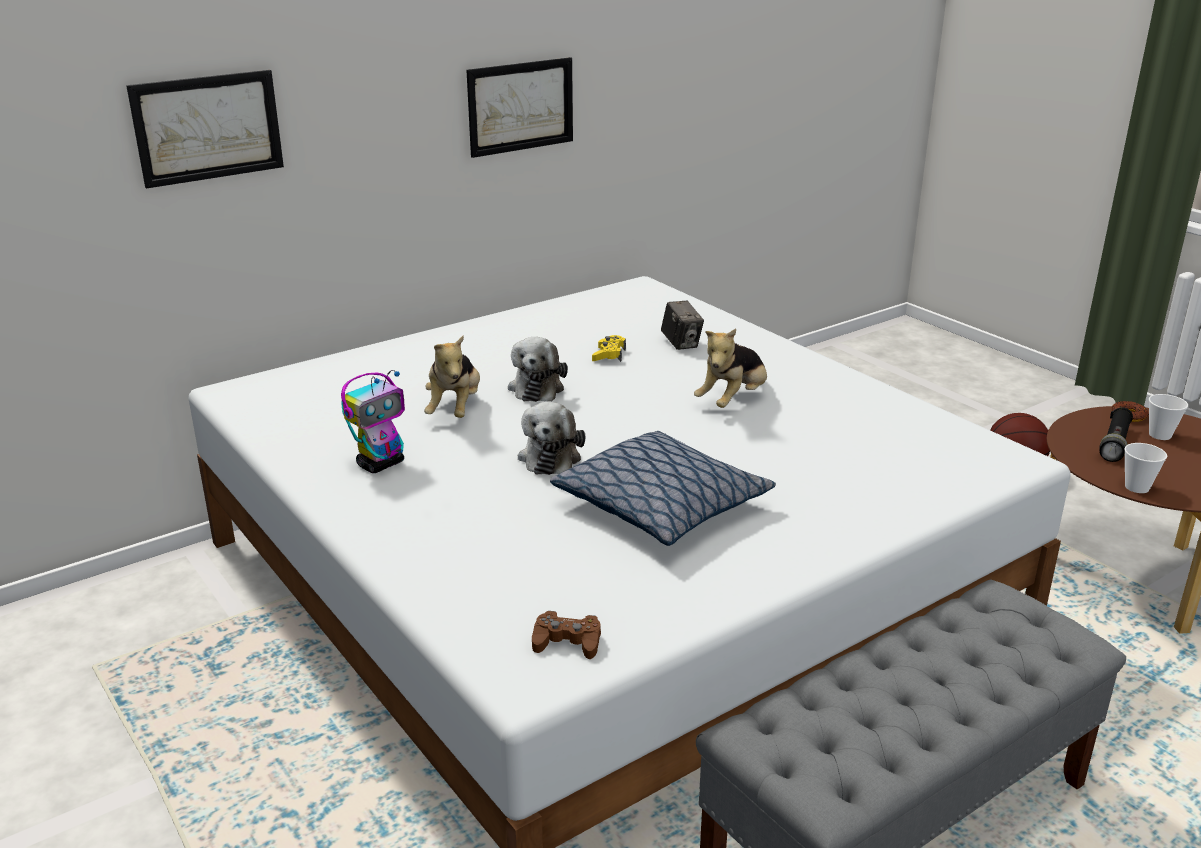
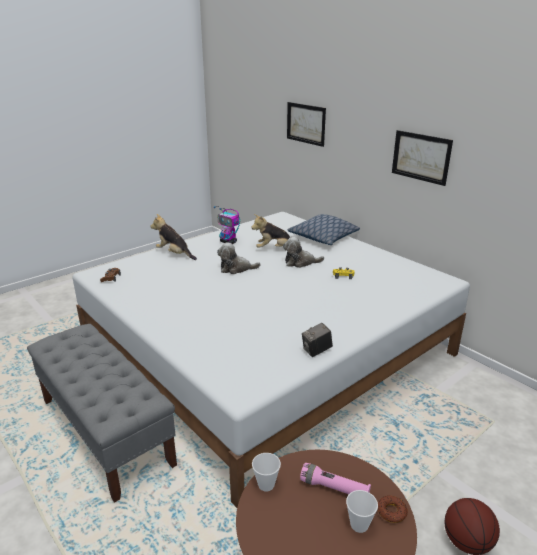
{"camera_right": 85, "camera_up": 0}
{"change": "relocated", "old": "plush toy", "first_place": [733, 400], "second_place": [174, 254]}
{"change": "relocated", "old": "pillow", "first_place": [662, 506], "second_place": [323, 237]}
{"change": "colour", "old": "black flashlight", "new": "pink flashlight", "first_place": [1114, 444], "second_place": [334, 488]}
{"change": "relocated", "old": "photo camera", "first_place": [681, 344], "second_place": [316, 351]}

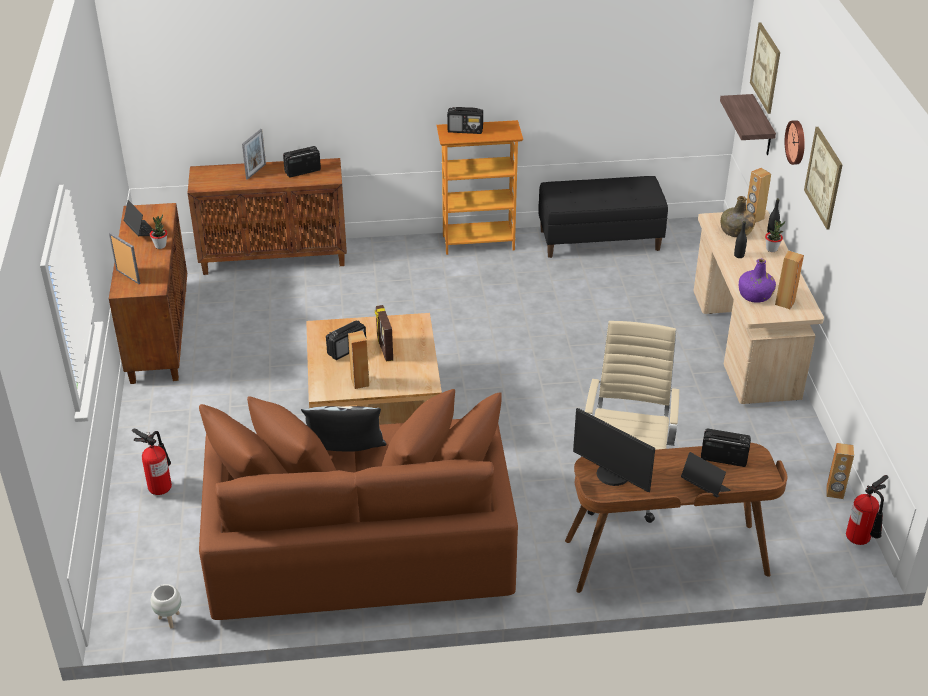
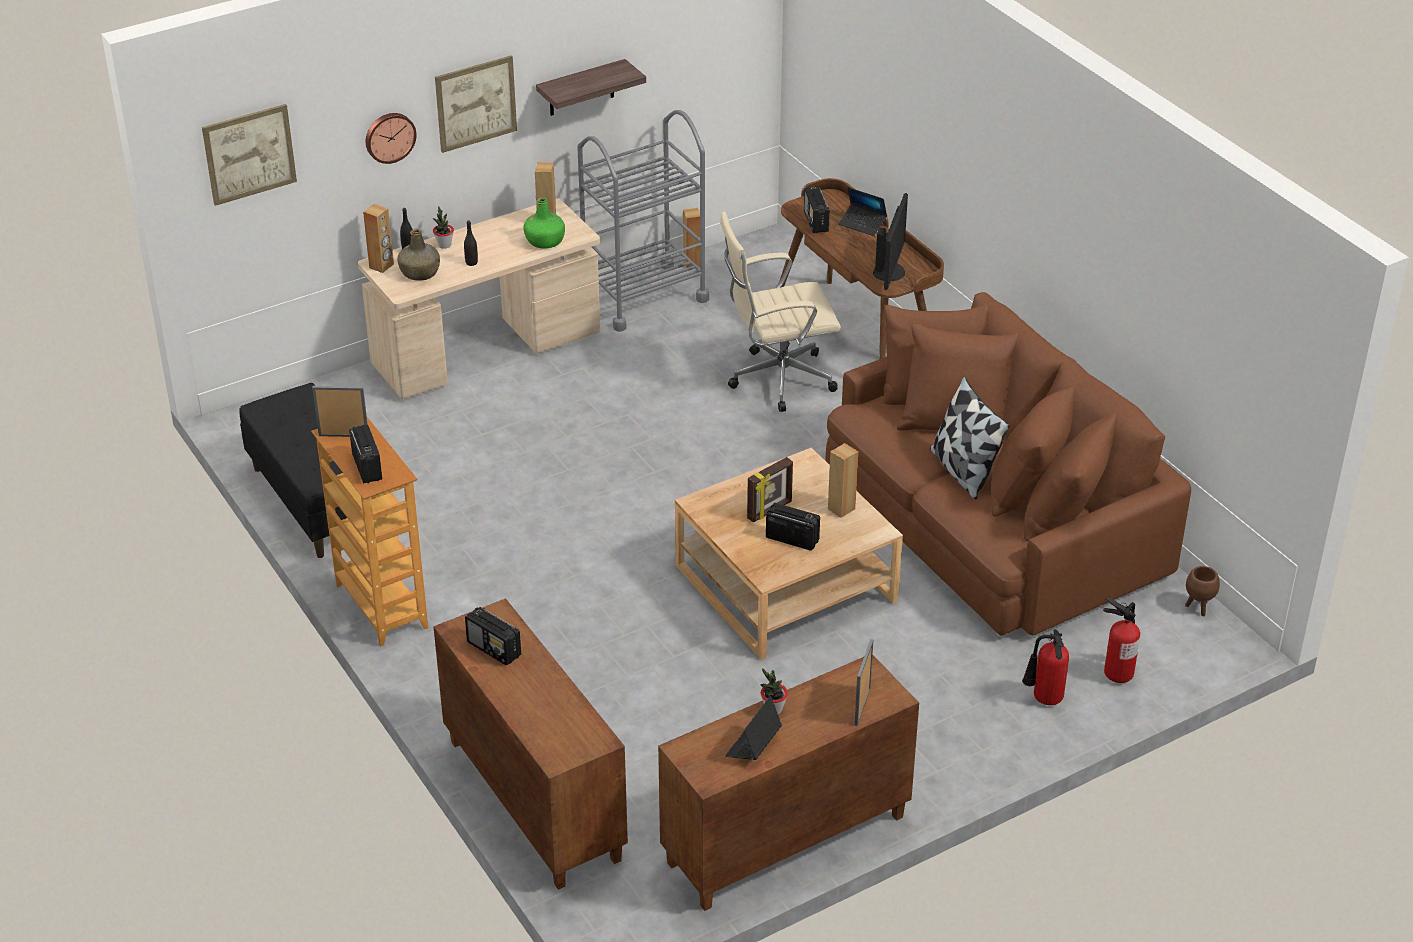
{"camera_right": -115, "camera_up": 0}
{"change": "relocated", "old": "picture frame", "first_place": [256, 171], "second_place": [343, 435]}
{"change": "colour", "old": "purple bottle", "new": "green bottle", "first_place": [755, 295], "second_place": [545, 241]}
{"change": "relocated", "old": "shelf", "first_place": [762, 126], "second_place": [581, 88]}
{"change": "appeared", "new": "grey cart", "second_place": [643, 297]}
{"change": "spun", "old": "laptop", "first_place": [704, 487], "second_place": [862, 224], "degrees": -75}
{"change": "relocated", "old": "fire extinguisher", "first_place": [861, 540], "second_place": [1118, 672]}
{"change": "colour", "old": "white planter", "new": "brown planter", "first_place": [169, 620], "second_place": [1198, 608]}

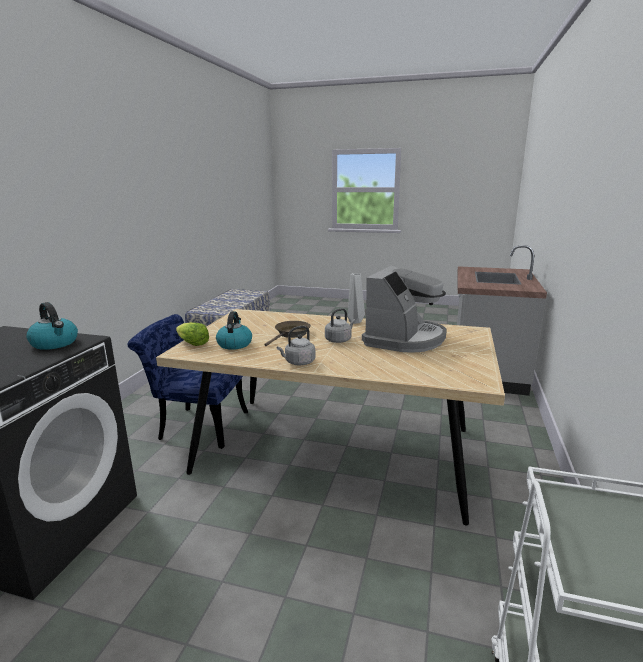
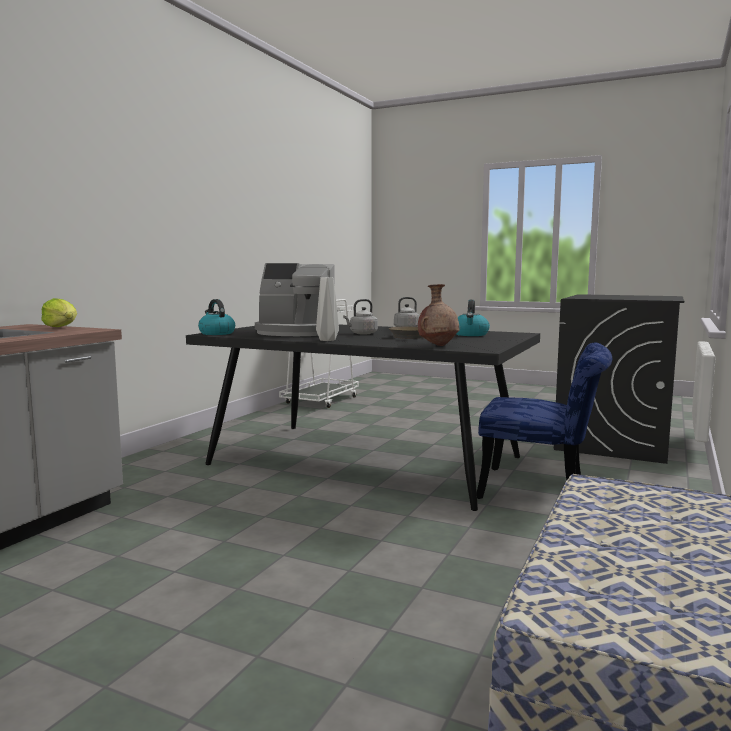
{"camera_right": -170, "camera_up": -10}
{"change": "relocated", "old": "lettuce", "first_place": [192, 343], "second_place": [62, 327]}
{"change": "colour", "old": "beige dining table", "new": "black dining table", "first_place": [337, 450], "second_place": [364, 461]}
{"change": "relocated", "old": "kettle", "first_place": [55, 343], "second_place": [216, 333]}
{"change": "spun", "old": "coffee machine", "first_place": [404, 339], "second_place": [295, 332], "degrees": -120}
{"change": "appeared", "new": "brown vase", "second_place": [438, 345]}

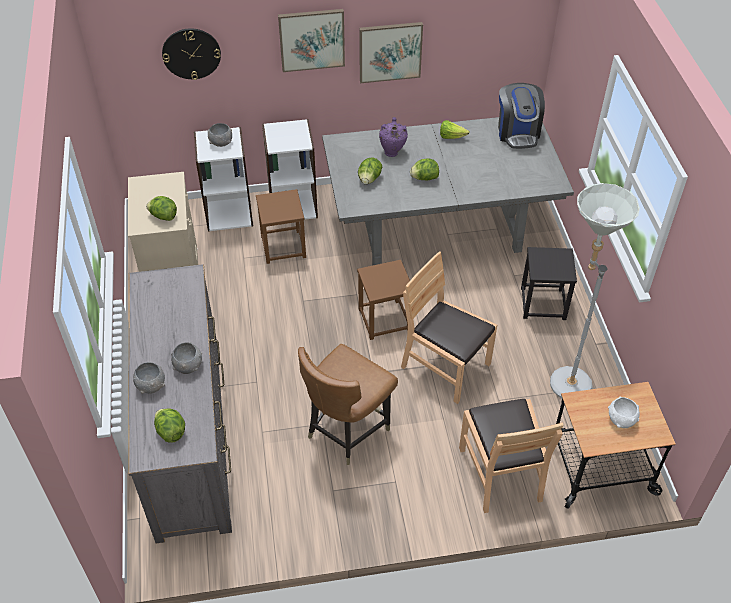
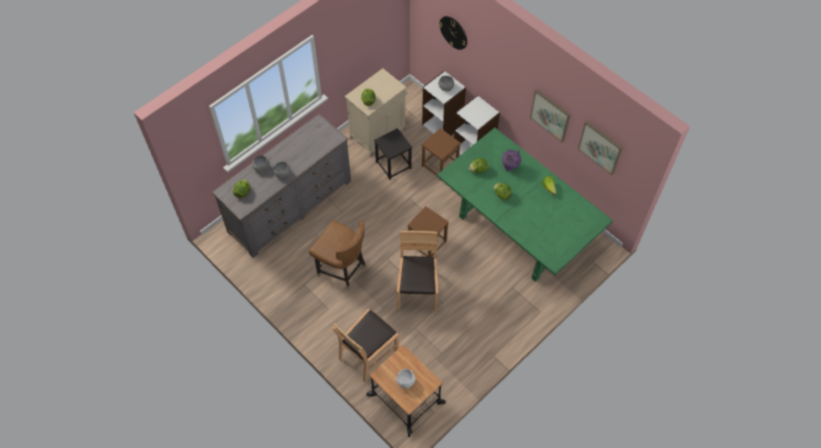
{"camera_right": 55, "camera_up": 10}
{"change": "spun", "old": "brown chair", "first_place": [346, 431], "second_place": [342, 269], "degrees": -150}
{"change": "relocated", "old": "black stool", "first_place": [543, 304], "second_place": [393, 165]}
{"change": "colour", "old": "grey dining table", "new": "green dining table", "first_place": [438, 230], "second_place": [516, 229]}
{"change": "relocated", "old": "picture", "first_place": [312, 39], "second_place": [600, 147]}
{"change": "missing", "old": "coffee machine", "first_place": [518, 132]}
{"change": "missing", "old": "grey floor lamp", "first_place": [565, 377]}

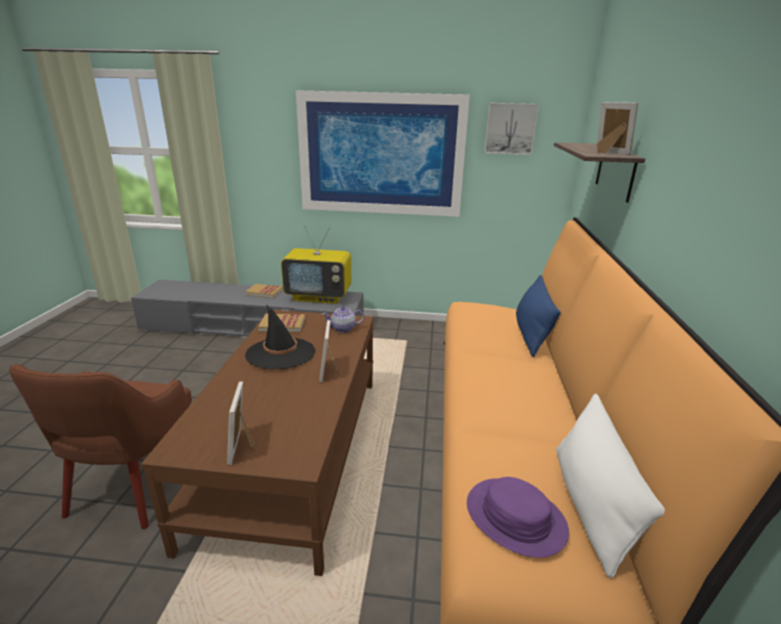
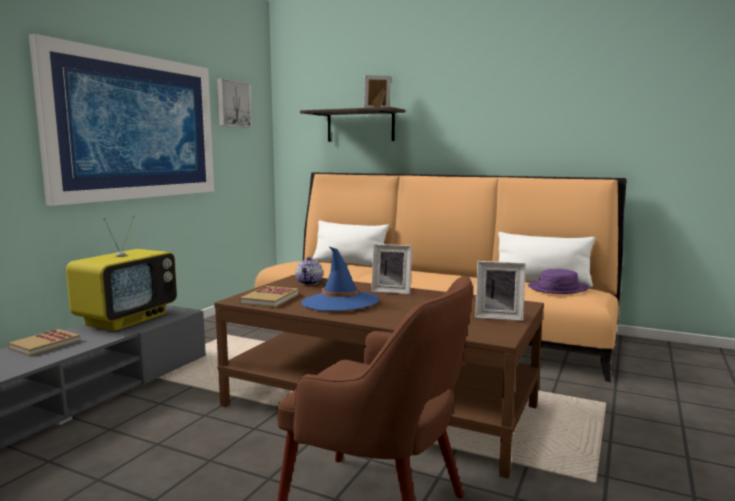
{"camera_right": -70, "camera_up": -15}
{"change": "colour", "old": "black hat", "new": "blue hat", "first_place": [280, 353], "second_place": [340, 302]}
{"change": "colour", "old": "blue pillow", "new": "white pillow", "first_place": [531, 334], "second_place": [349, 263]}

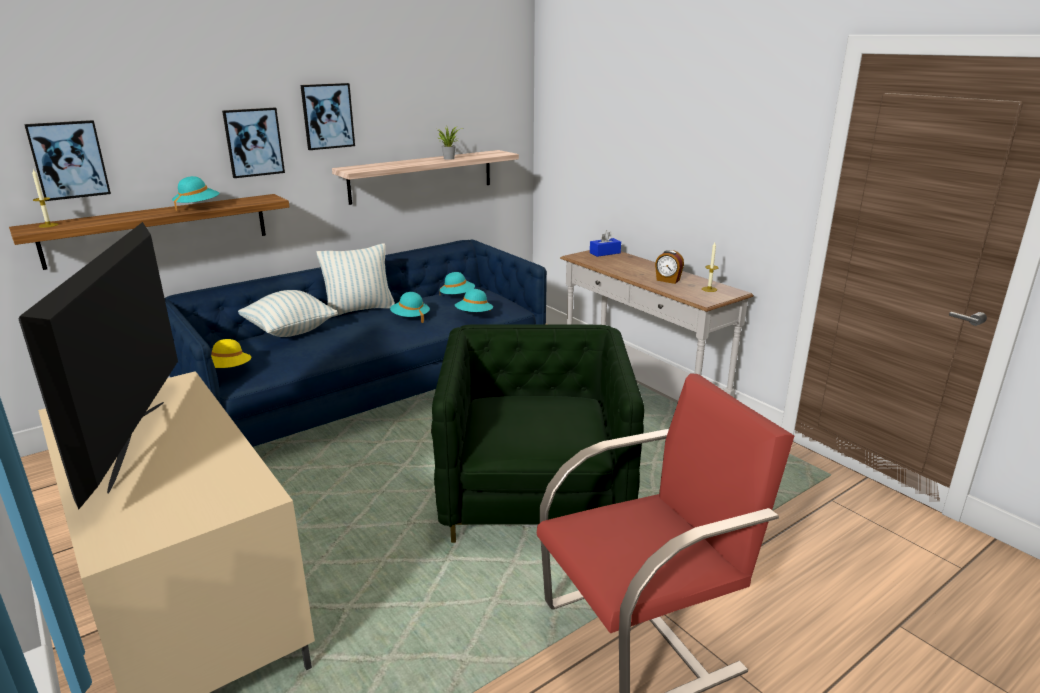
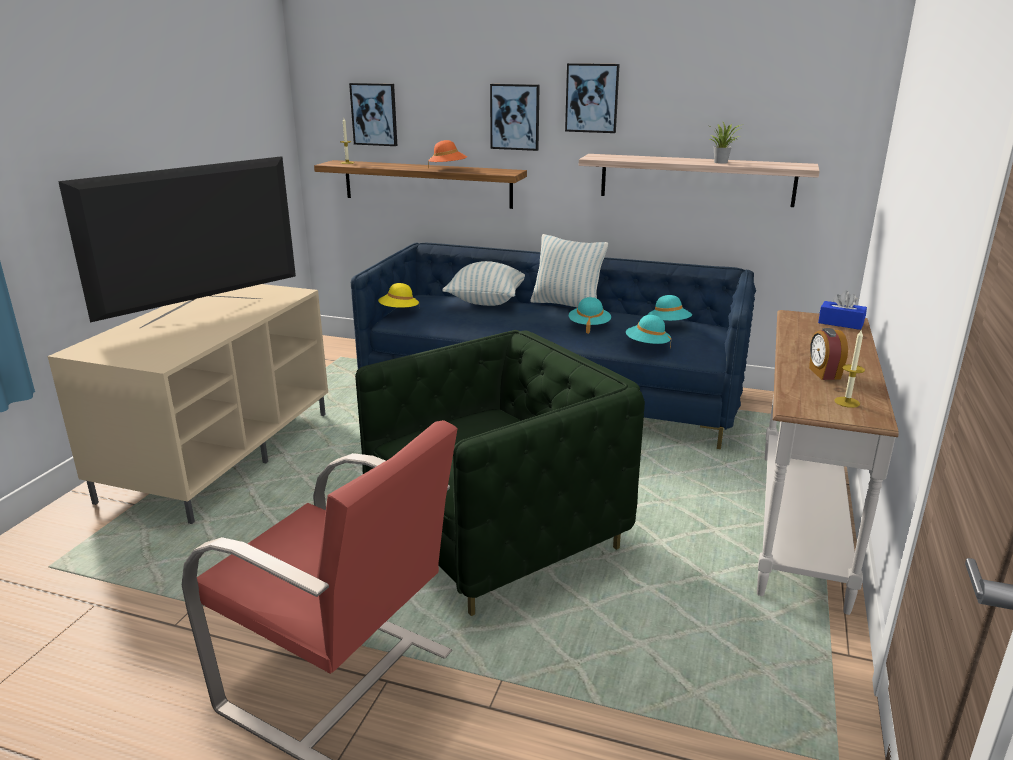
{"camera_right": 55, "camera_up": 0}
{"change": "colour", "old": "turquoise hat", "new": "orange hat", "first_place": [197, 207], "second_place": [448, 168]}

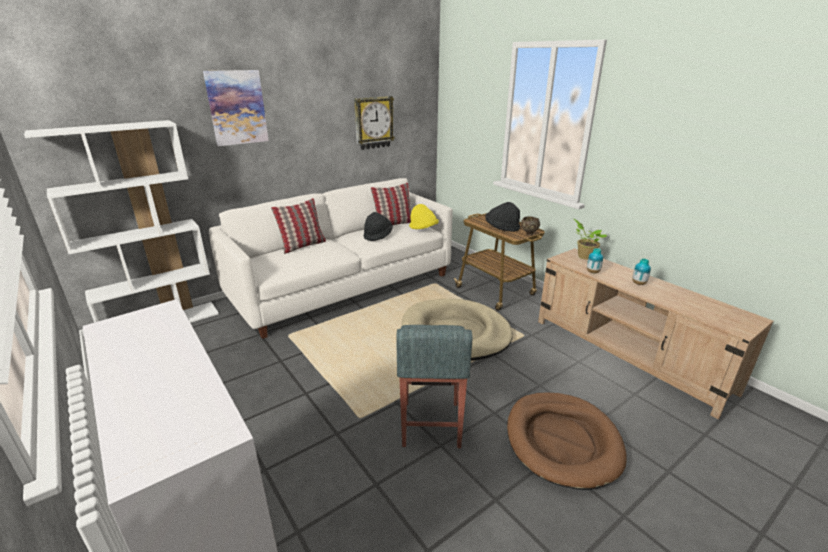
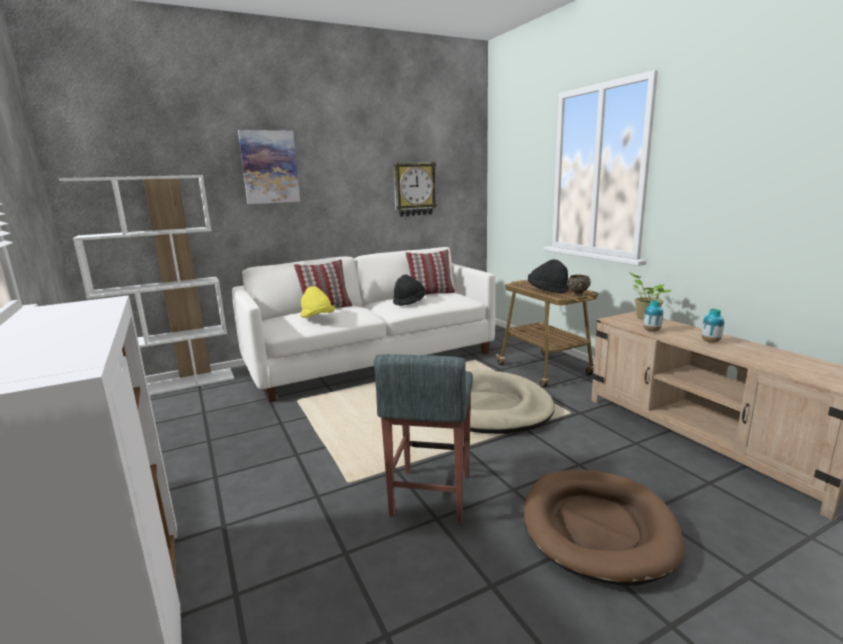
{"camera_right": 10, "camera_up": -10}
{"change": "relocated", "old": "yellow hat", "first_place": [423, 229], "second_place": [317, 318]}

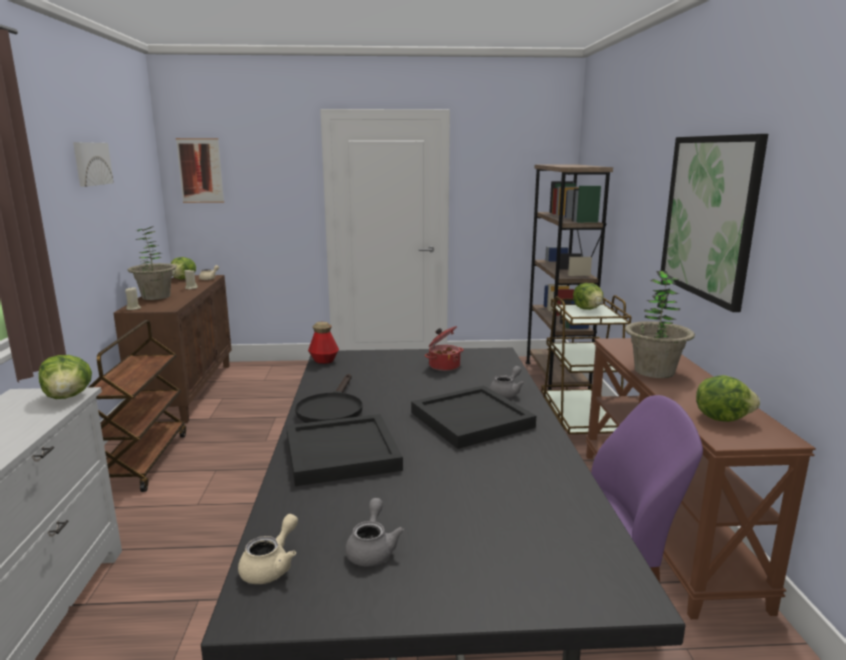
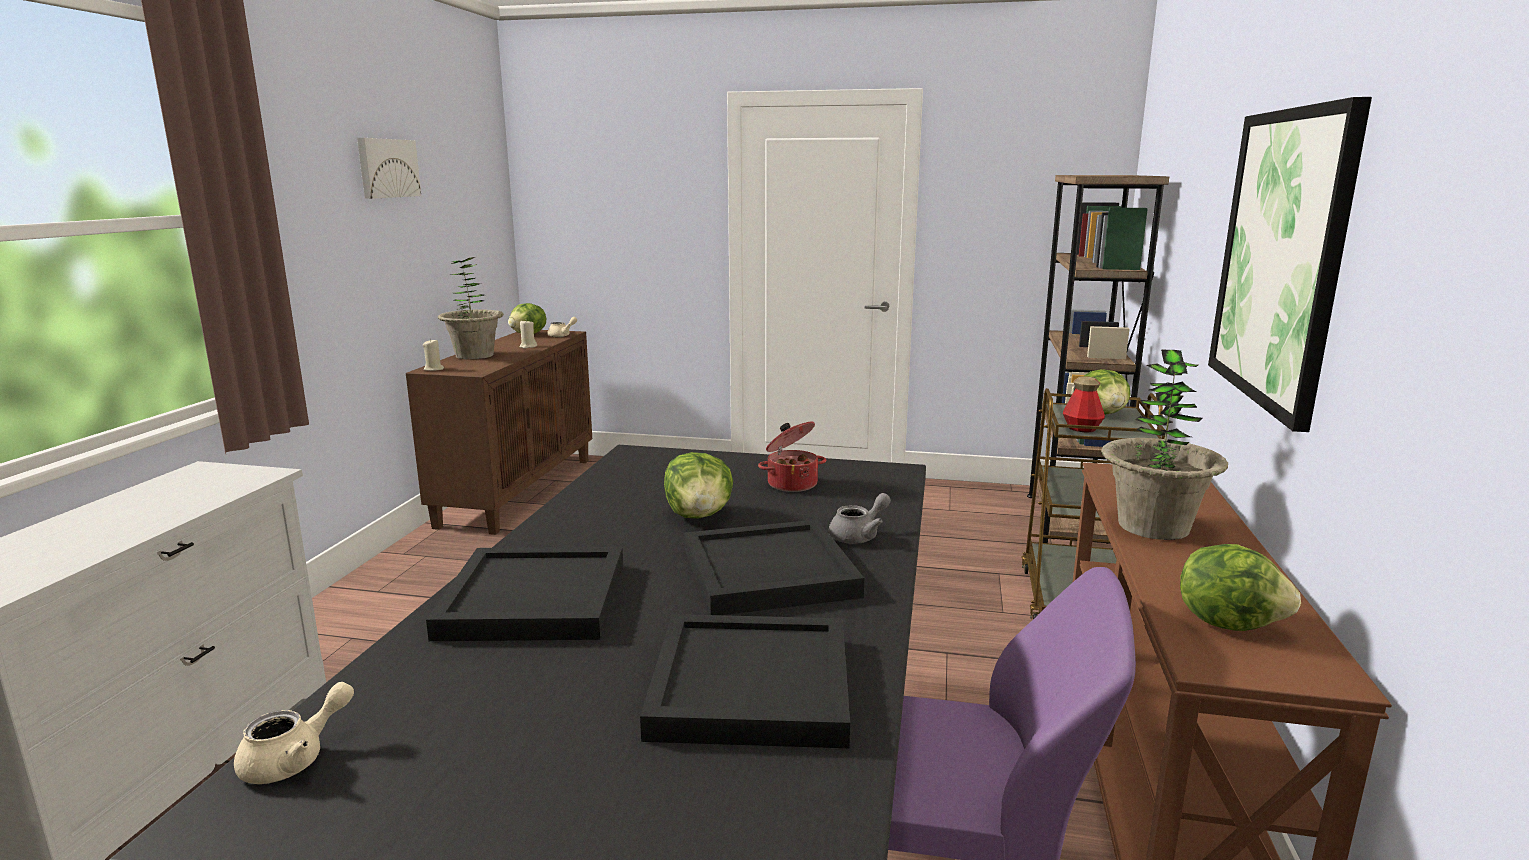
{"camera_right": 15, "camera_up": 0}
{"change": "appeared", "new": "black tray", "second_place": [749, 684]}
{"change": "relocated", "old": "lettuce", "first_place": [68, 396], "second_place": [699, 515]}
{"change": "relocated", "old": "bottle", "first_place": [324, 361], "second_place": [1082, 429]}
{"change": "missing", "old": "brown cart", "first_place": [143, 461]}
{"change": "missing", "old": "picture", "first_place": [200, 170]}
{"change": "missing", "old": "black frying pan", "first_place": [331, 409]}
{"change": "missing", "old": "grey teapot", "first_place": [372, 549]}

